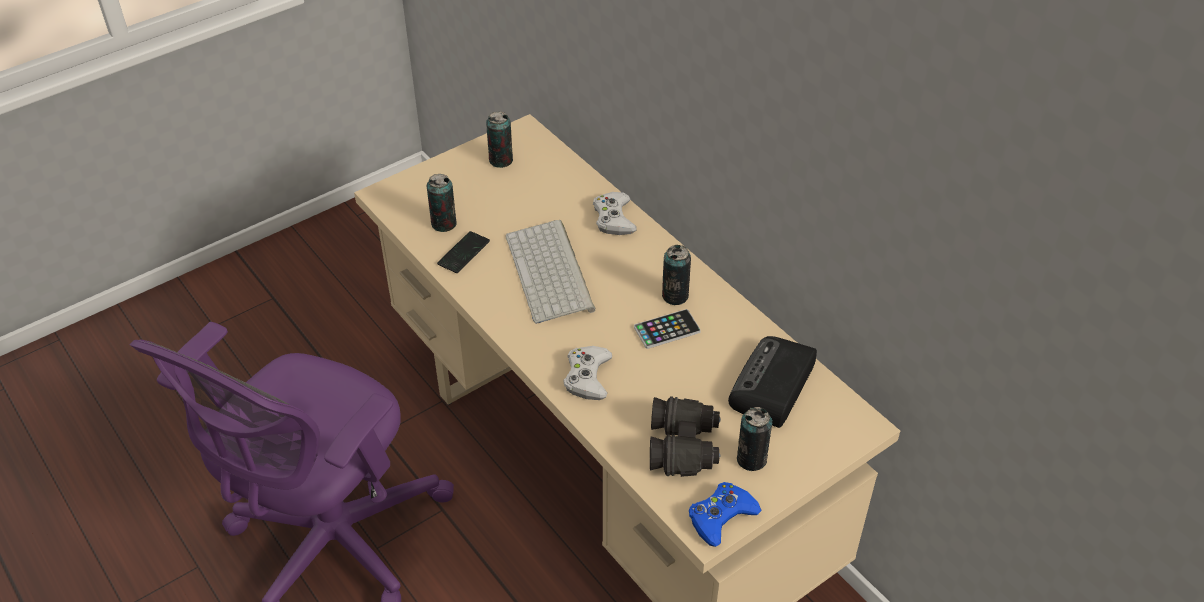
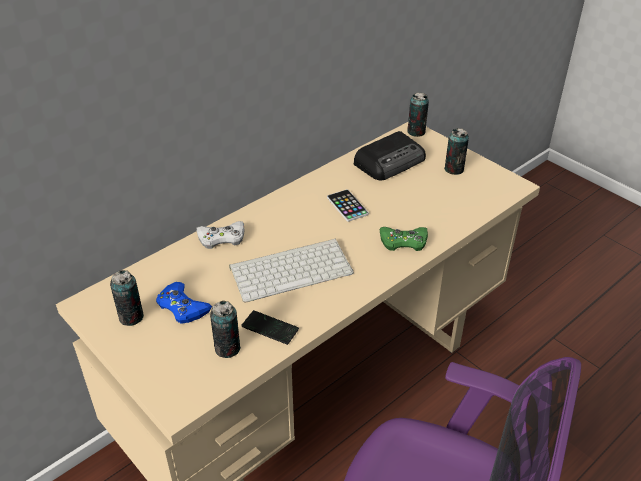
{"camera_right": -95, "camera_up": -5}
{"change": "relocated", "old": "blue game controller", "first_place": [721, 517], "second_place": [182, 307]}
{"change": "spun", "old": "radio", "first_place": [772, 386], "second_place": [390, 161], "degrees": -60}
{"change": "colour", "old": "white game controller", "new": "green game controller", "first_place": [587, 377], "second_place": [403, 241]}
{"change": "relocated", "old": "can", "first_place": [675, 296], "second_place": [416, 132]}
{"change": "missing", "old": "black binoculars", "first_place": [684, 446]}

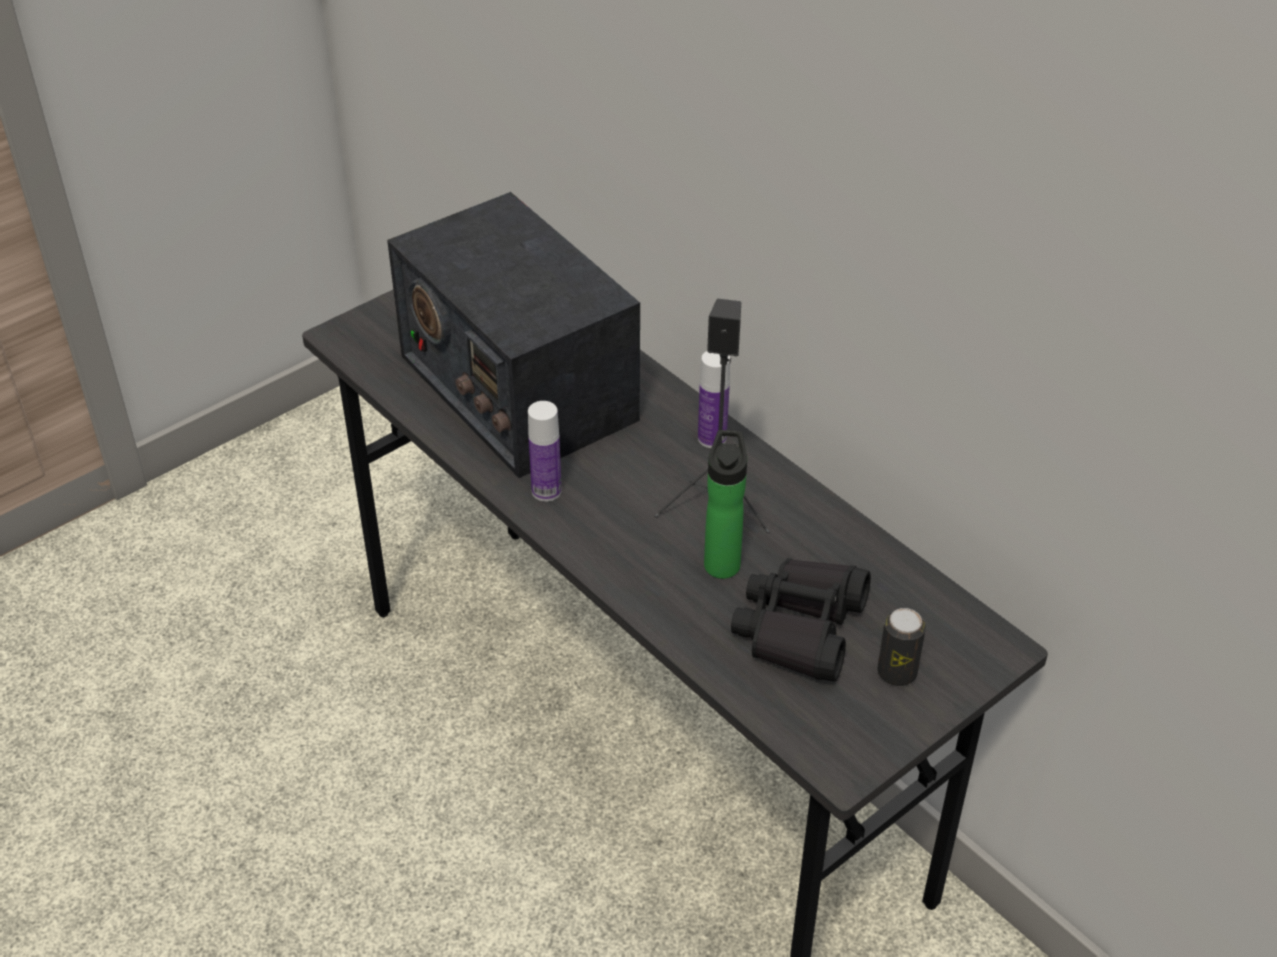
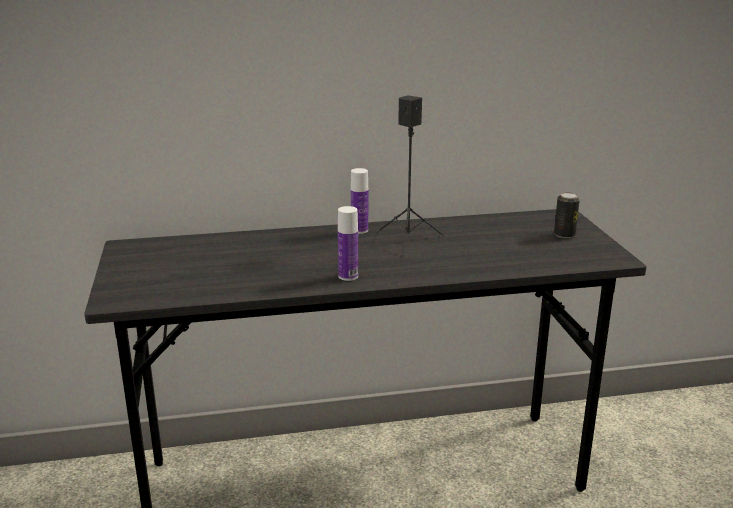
{"camera_right": -60, "camera_up": -20}
{"change": "missing", "old": "radio", "first_place": [517, 387]}
{"change": "missing", "old": "bottle", "first_place": [722, 561]}
{"change": "missing", "old": "black binoculars", "first_place": [800, 628]}

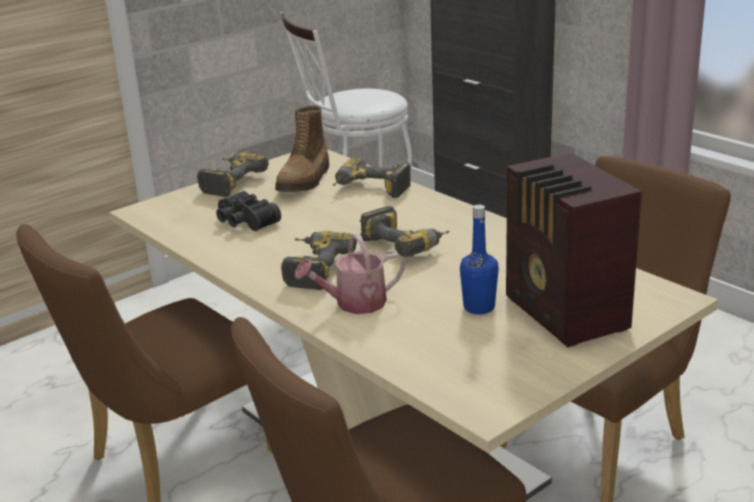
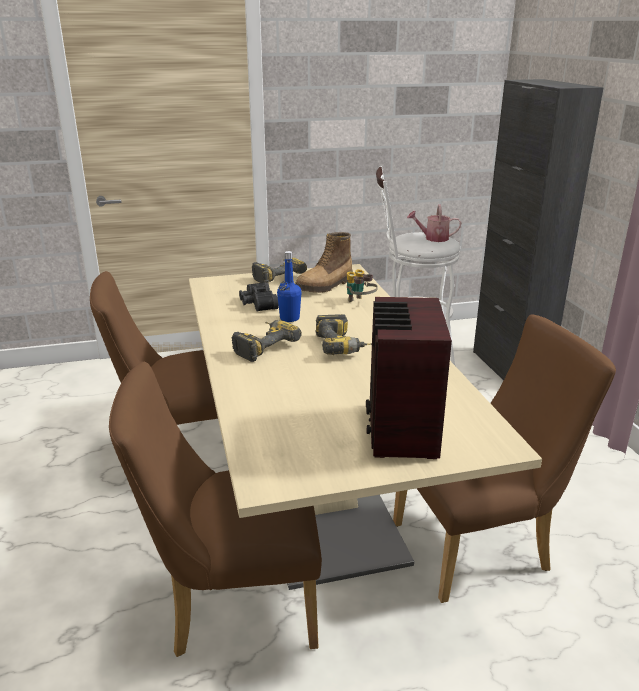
{"camera_right": 25, "camera_up": 0}
{"change": "relocated", "old": "blue bottle", "first_place": [479, 307], "second_place": [289, 318]}
{"change": "exchanged", "old": "power drill", "new": "binoculars", "first_place": [369, 190], "second_place": [360, 302]}
{"change": "relocated", "old": "watering can", "first_place": [354, 303], "second_place": [433, 238]}

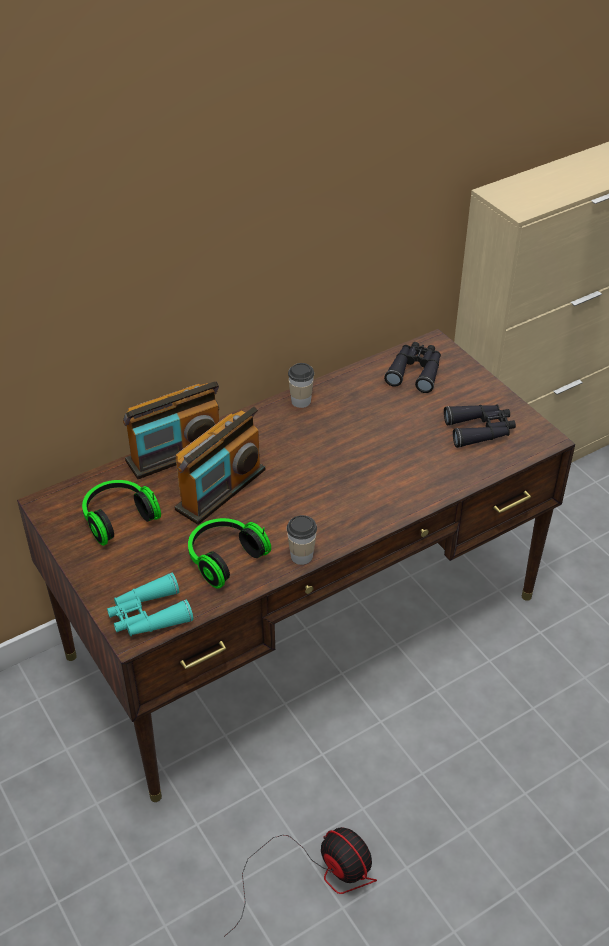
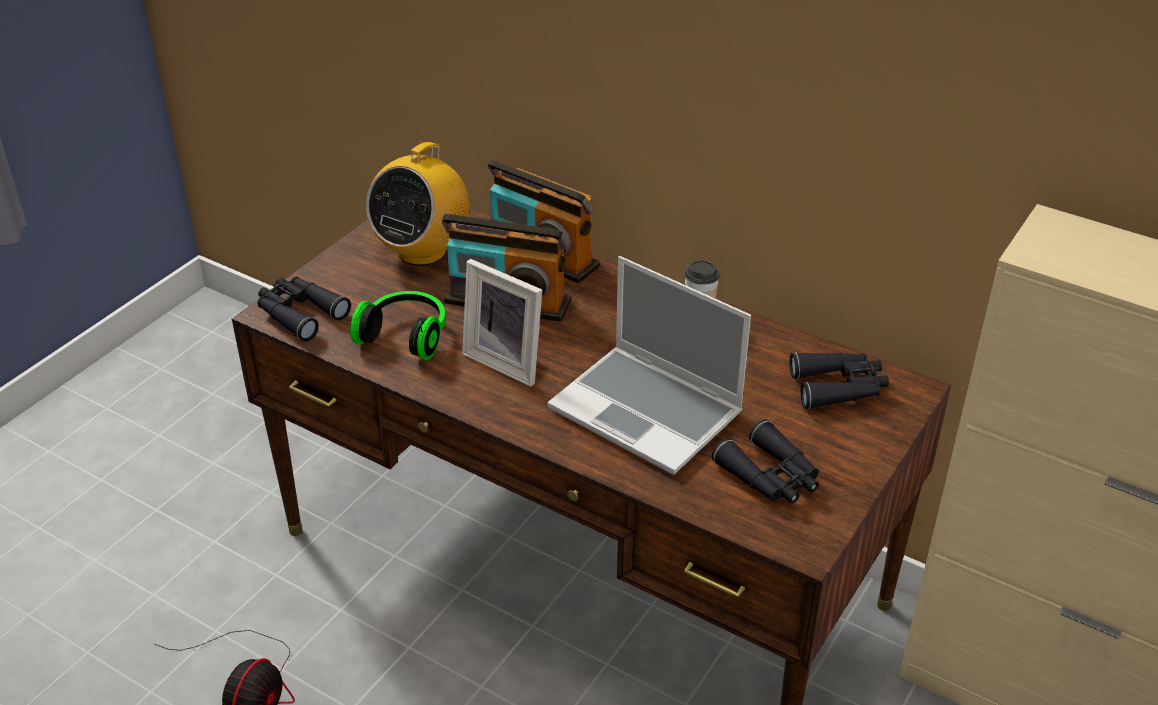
{"camera_right": 65, "camera_up": -5}
{"change": "colour", "old": "turquoise binoculars", "new": "black binoculars", "first_place": [148, 615], "second_place": [299, 313]}
{"change": "exchanged", "old": "headphones", "new": "radio", "first_place": [118, 518], "second_place": [422, 251]}
{"change": "appeared", "new": "picture frame", "second_place": [508, 360]}
{"change": "appeared", "new": "laptop", "second_place": [649, 411]}
{"change": "missing", "old": "cup", "first_place": [301, 556]}

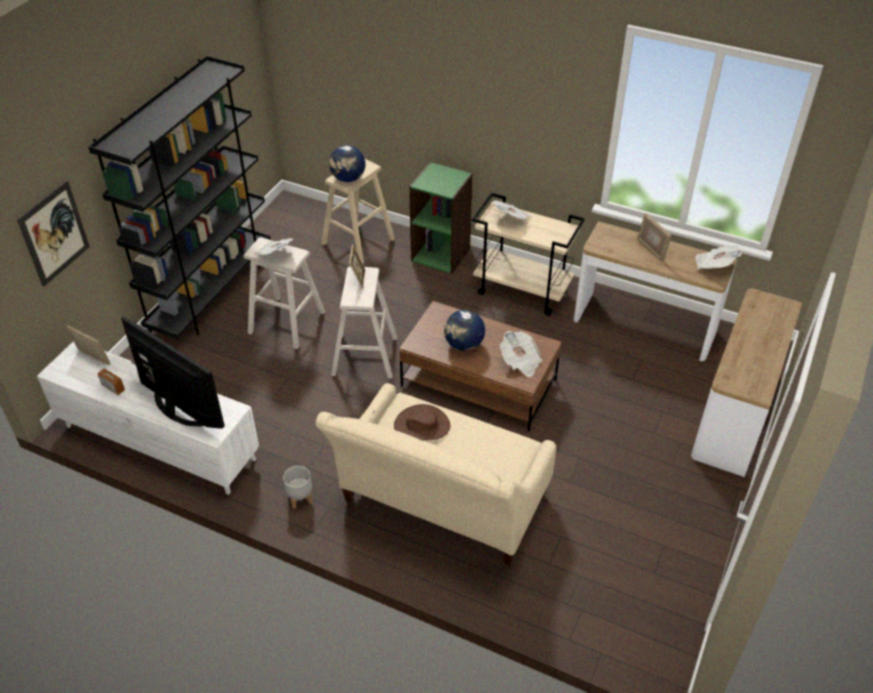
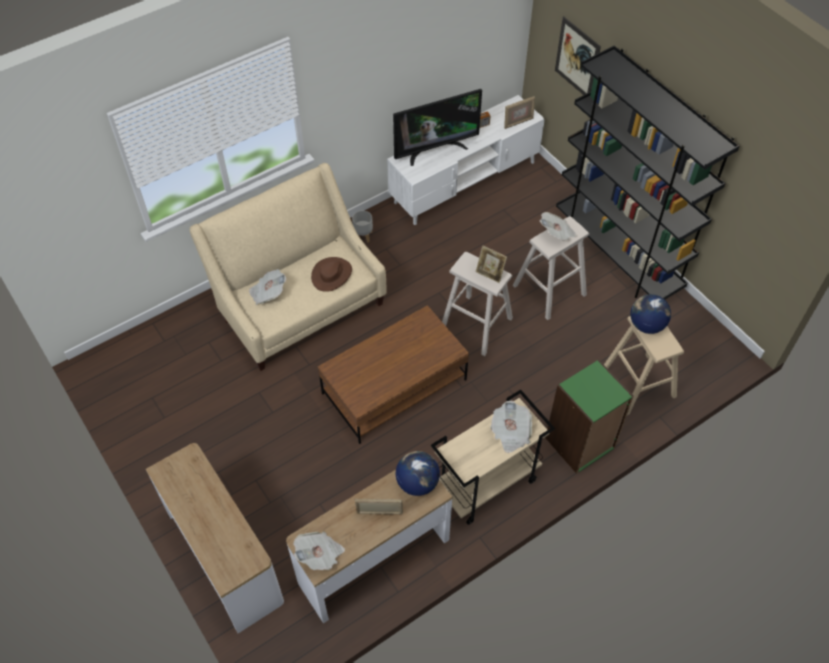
{"camera_right": 120, "camera_up": 10}
{"change": "relocated", "old": "newspaper", "first_place": [520, 362], "second_place": [268, 293]}
{"change": "relocated", "old": "globe", "first_place": [464, 345], "second_place": [417, 483]}

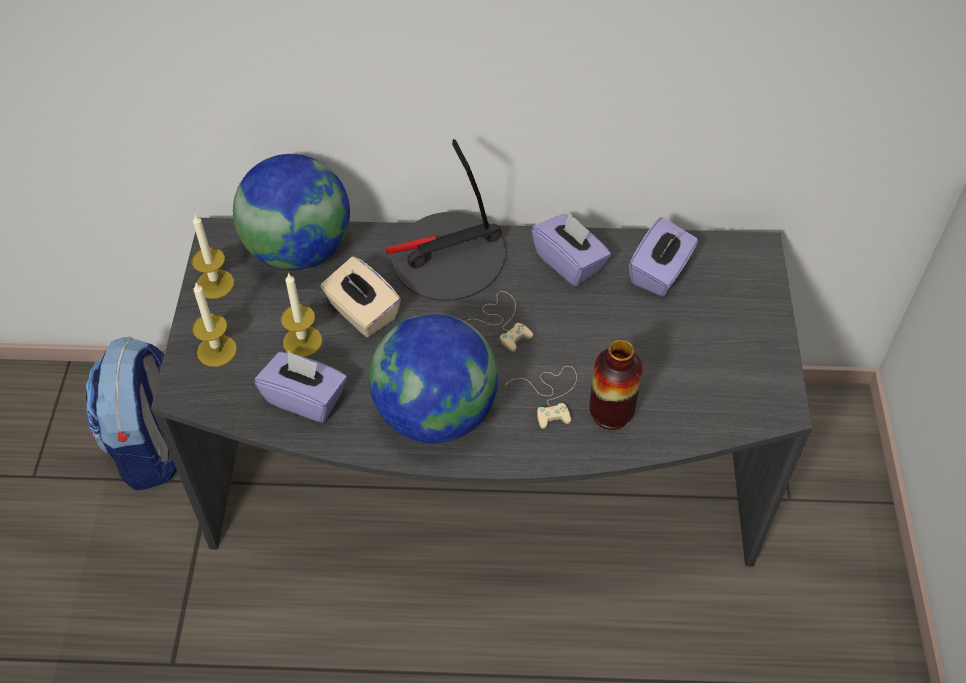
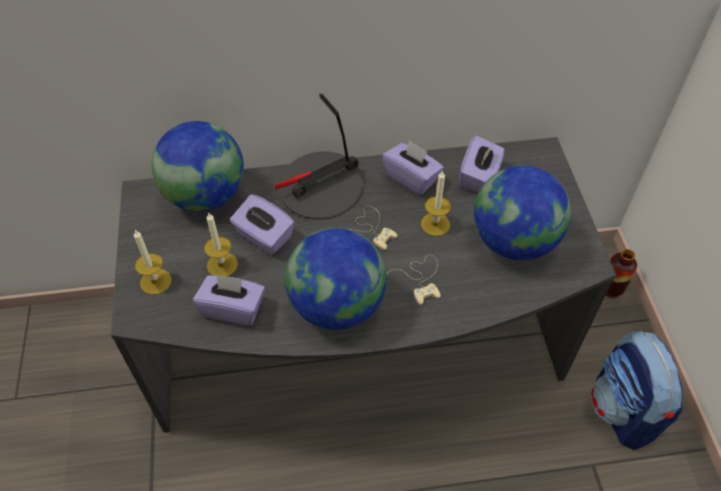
{"camera_right": -10, "camera_up": 0}
{"change": "colour", "old": "beige tissue box", "new": "purple tissue box", "first_place": [362, 313], "second_place": [264, 236]}
{"change": "relocated", "old": "candle", "first_place": [215, 284], "second_place": [435, 224]}
{"change": "appeared", "new": "globe", "second_place": [513, 241]}
{"change": "relocated", "old": "backpack", "first_place": [154, 448], "second_place": [624, 411]}
{"change": "relocated", "old": "vase", "first_place": [610, 414], "second_place": [610, 289]}

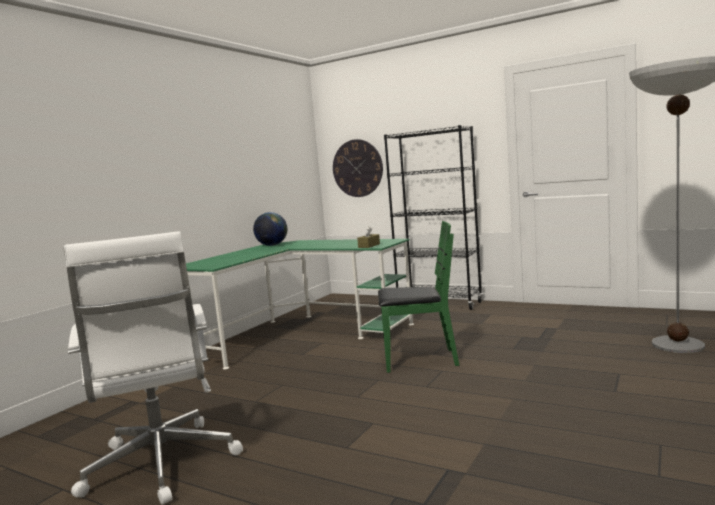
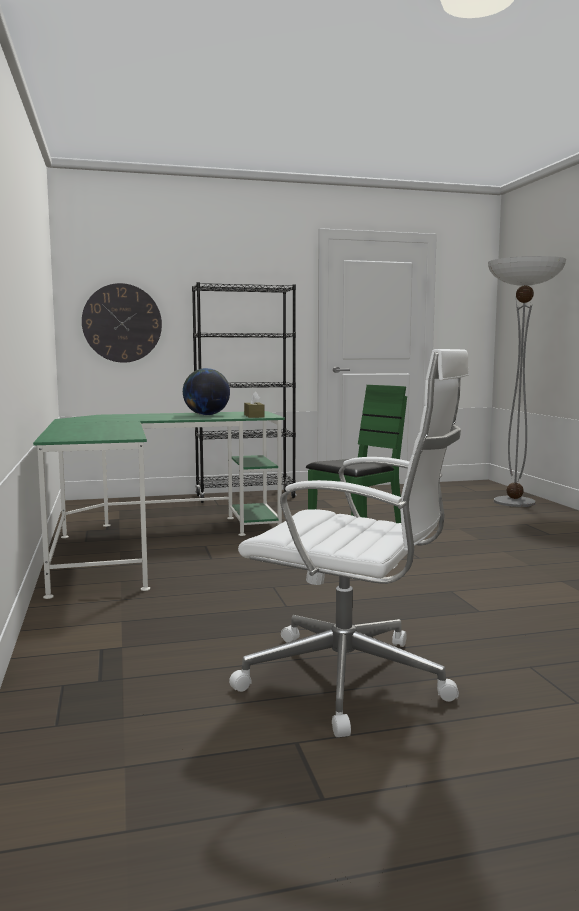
{"camera_right": -45, "camera_up": 0}
{"change": "relocated", "old": "globe", "first_place": [272, 245], "second_place": [206, 415]}

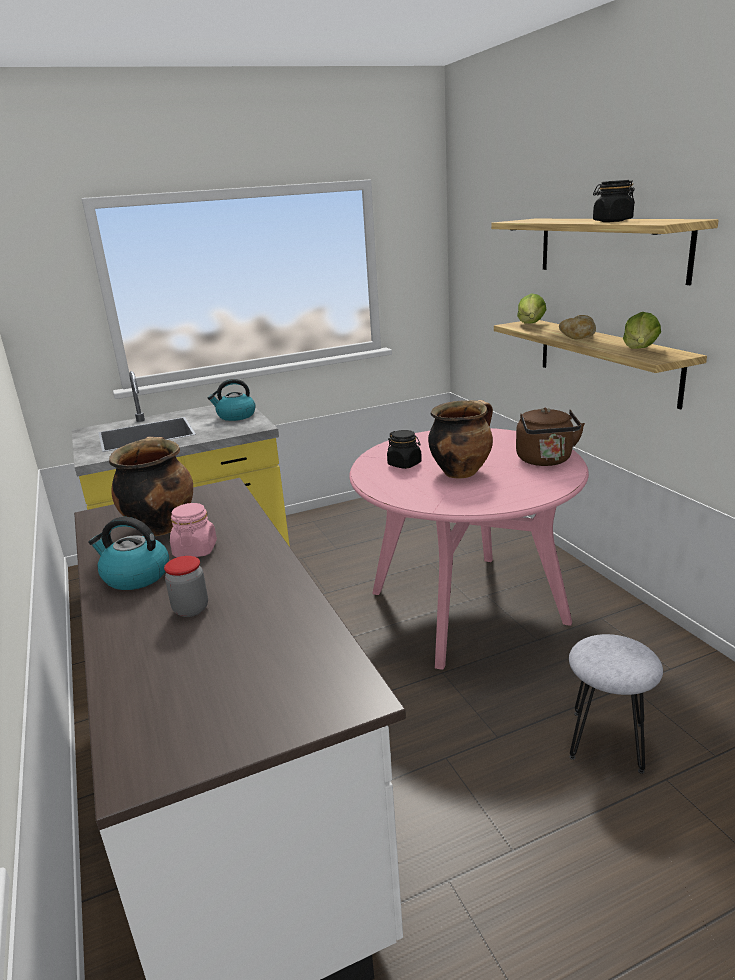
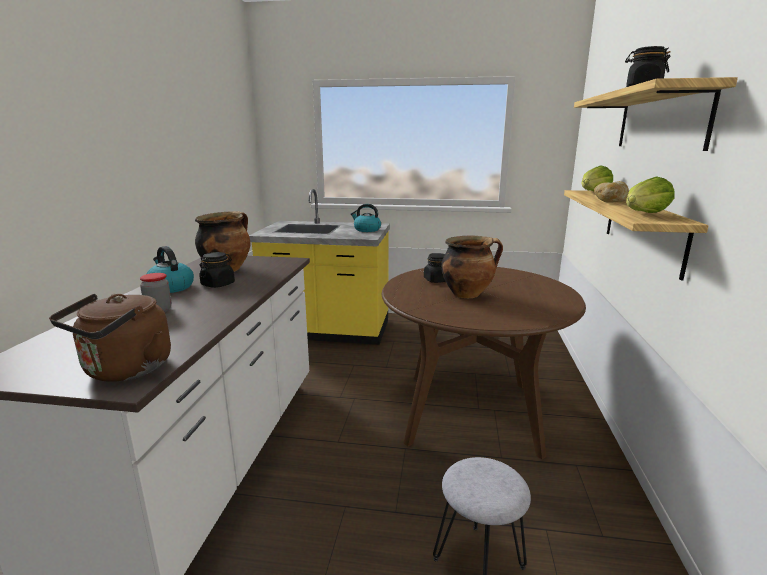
{"camera_right": 30, "camera_up": -5}
{"change": "relocated", "old": "brown kettle", "first_place": [545, 461], "second_place": [125, 370]}
{"change": "colour", "old": "pink jar", "new": "black jar", "first_place": [195, 550], "second_place": [218, 284]}
{"change": "colour", "old": "pink dining table", "new": "brown dining table", "first_place": [467, 606], "second_place": [471, 412]}

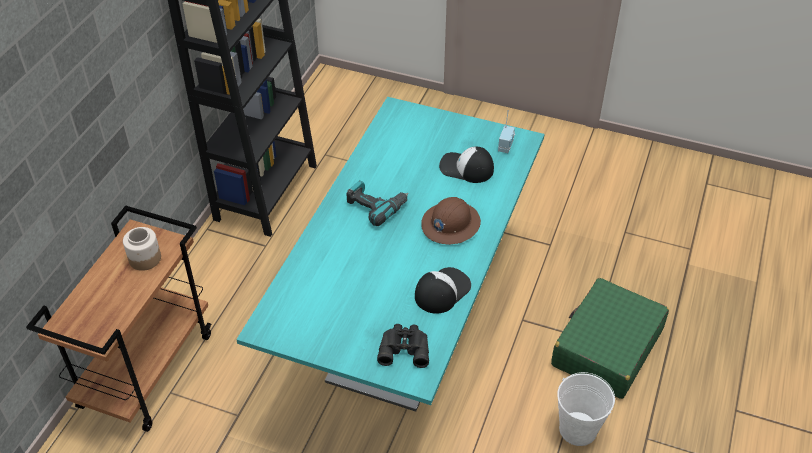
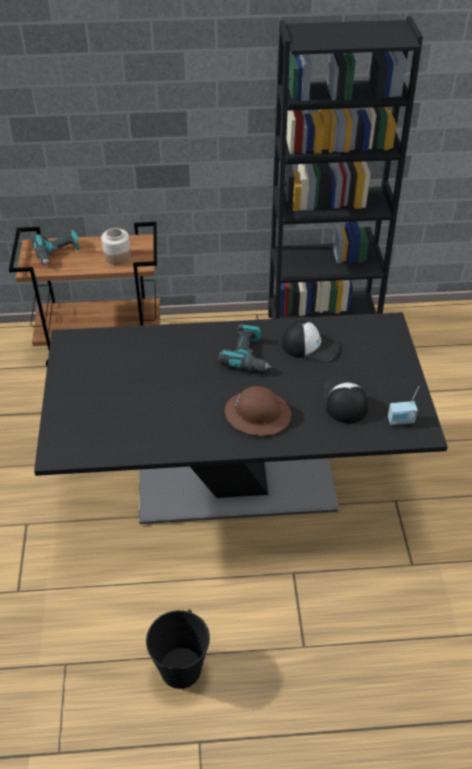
{"camera_right": 65, "camera_up": 0}
{"change": "appeared", "new": "power drill", "second_place": [58, 253]}
{"change": "colour", "old": "turquoise dining table", "new": "black dining table", "first_place": [405, 322], "second_place": [236, 480]}
{"change": "colour", "old": "white bucket", "new": "black bucket", "first_place": [578, 429], "second_place": [180, 668]}
{"change": "relocated", "old": "cap", "first_place": [441, 290], "second_place": [310, 346]}
{"change": "missing", "old": "black binoculars", "first_place": [404, 348]}
{"change": "missing", "old": "green suitcase", "first_place": [606, 348]}

